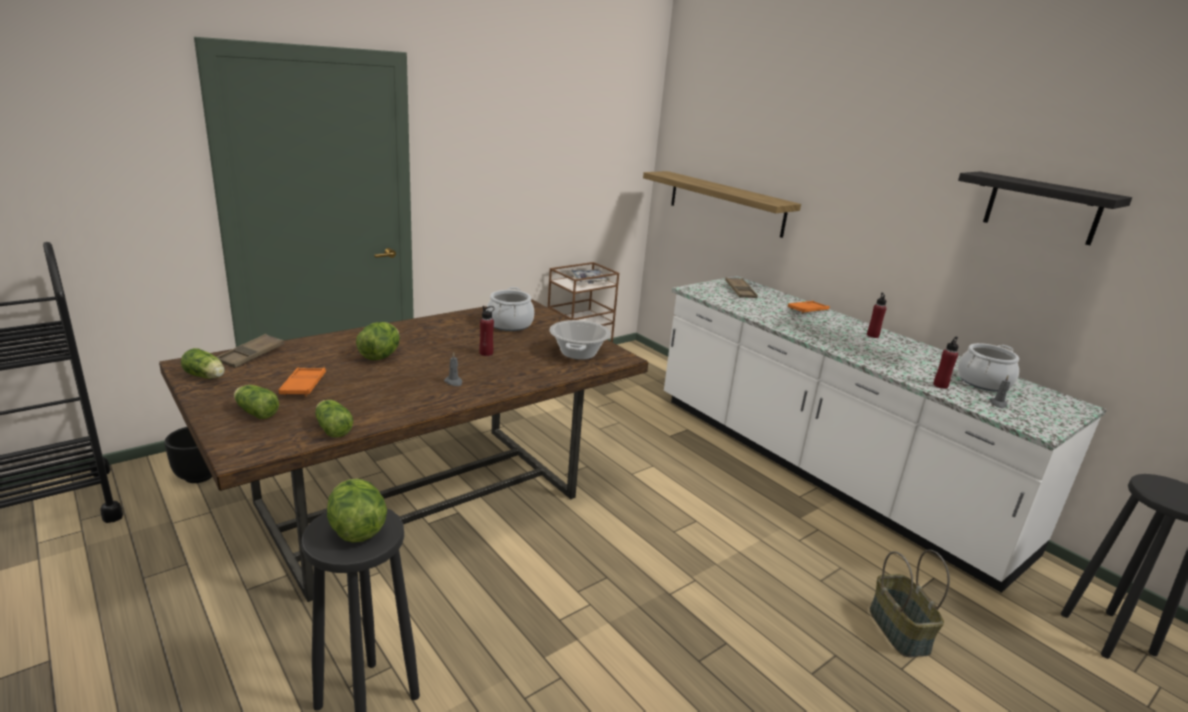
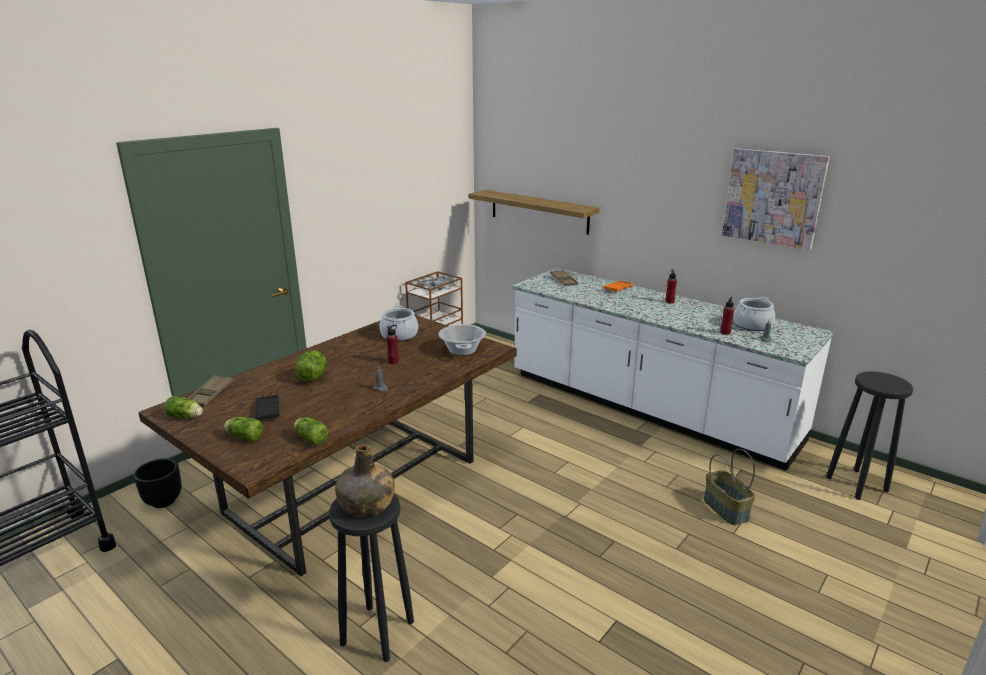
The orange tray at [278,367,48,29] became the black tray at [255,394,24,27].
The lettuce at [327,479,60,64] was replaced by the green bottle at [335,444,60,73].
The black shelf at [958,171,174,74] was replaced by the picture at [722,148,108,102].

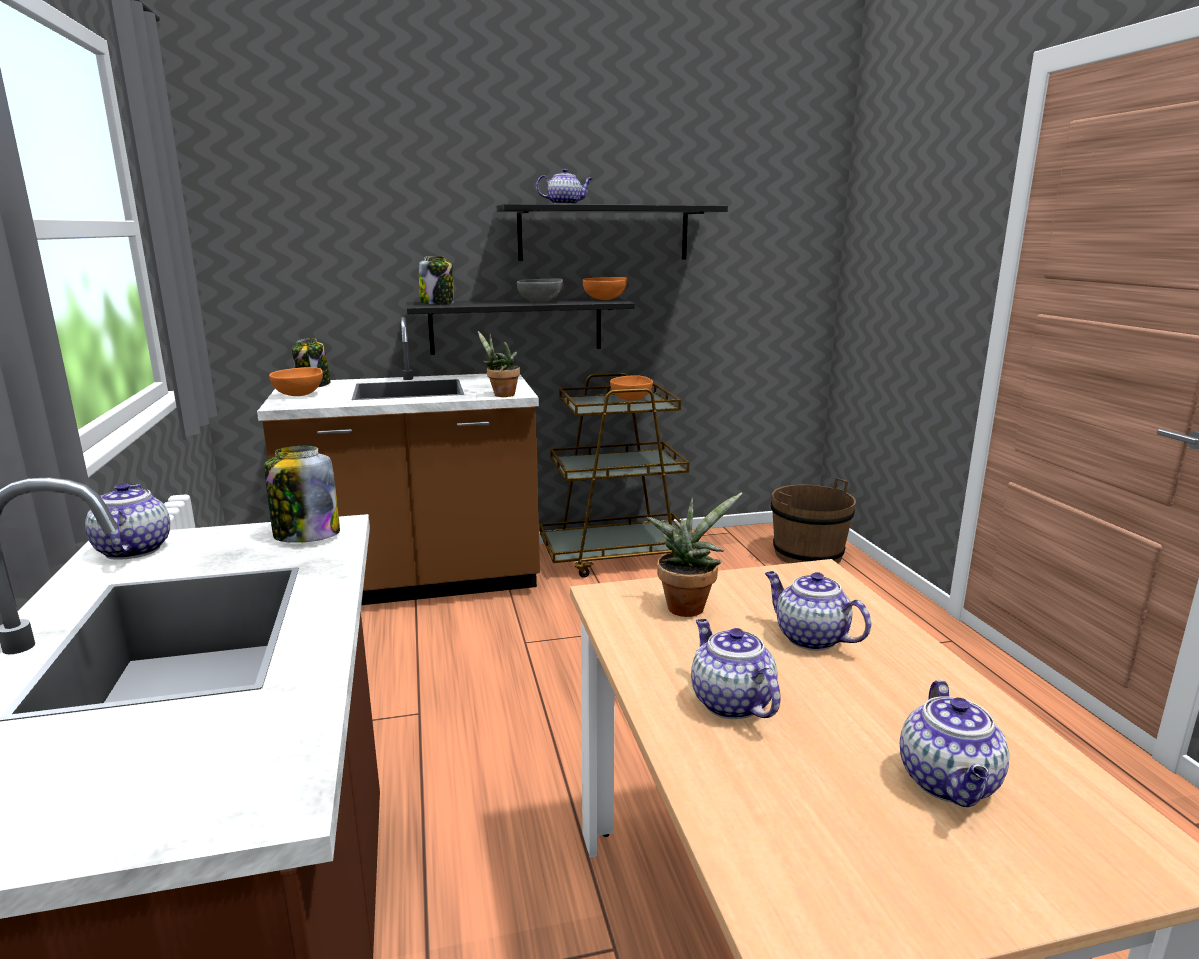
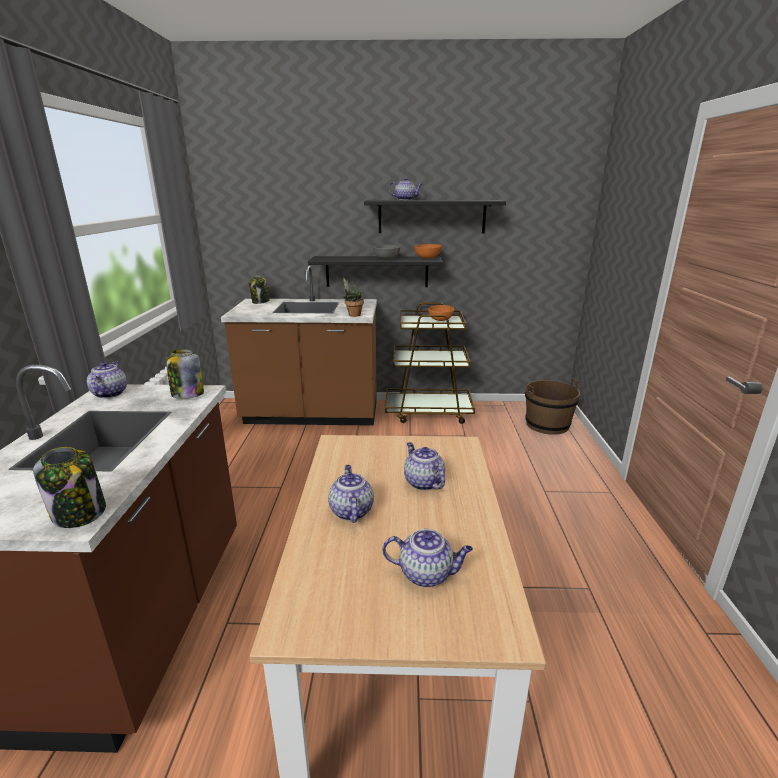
The jar moved from [419,256,35,49] to [33,447,73,81].
The teapot at [900,680,109,127] turned 105 degrees counterclockwise.
The orange bowl at [269,367,54,29] disappeared.
The potted plant at [647,493,96,124] disappeared.

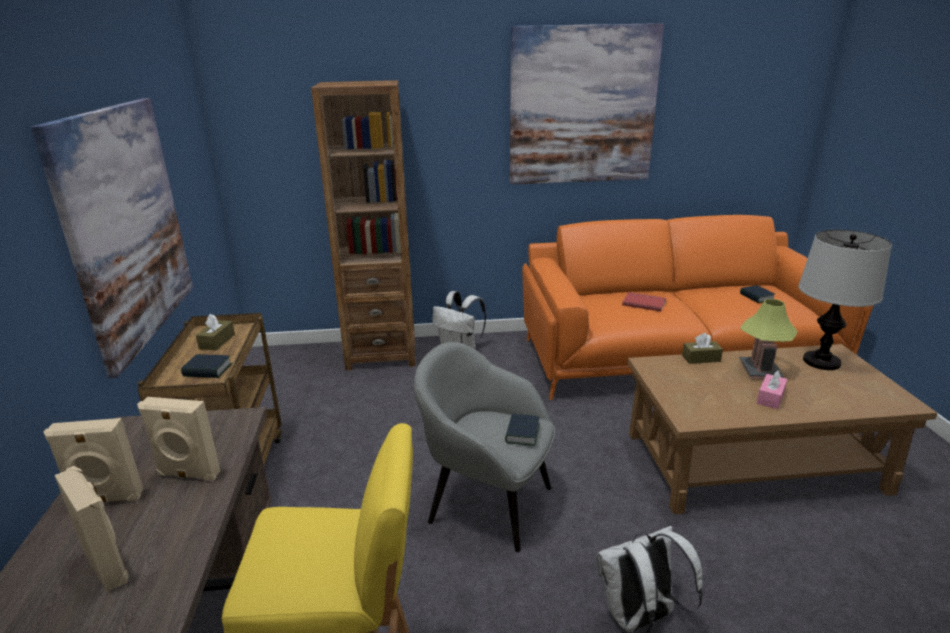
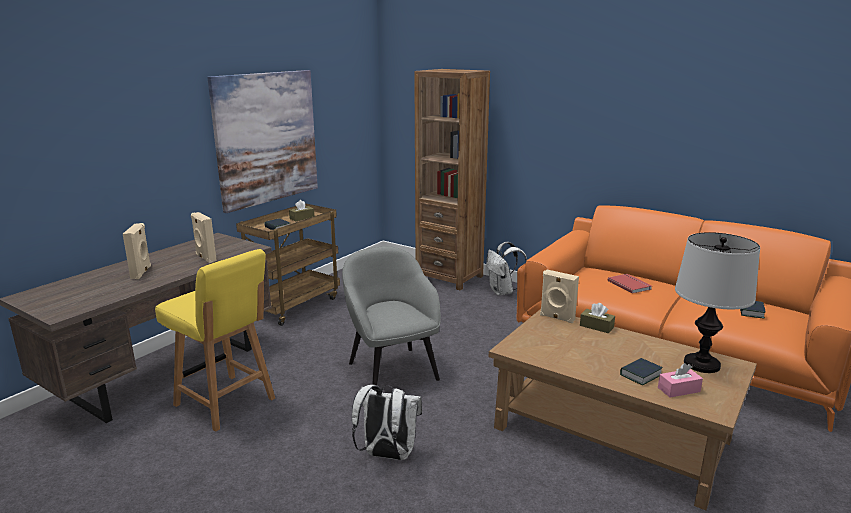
The beige speaker moved from [43,418,100,84] to [540,270,39,53].
The book moved from [505,414,35,32] to [620,358,43,27].
The pink tissue box moved from [757,370,30,39] to [658,363,45,35].
The picture at [510,23,154,161] disappeared.
The table lamp at [739,299,58,80] disappeared.

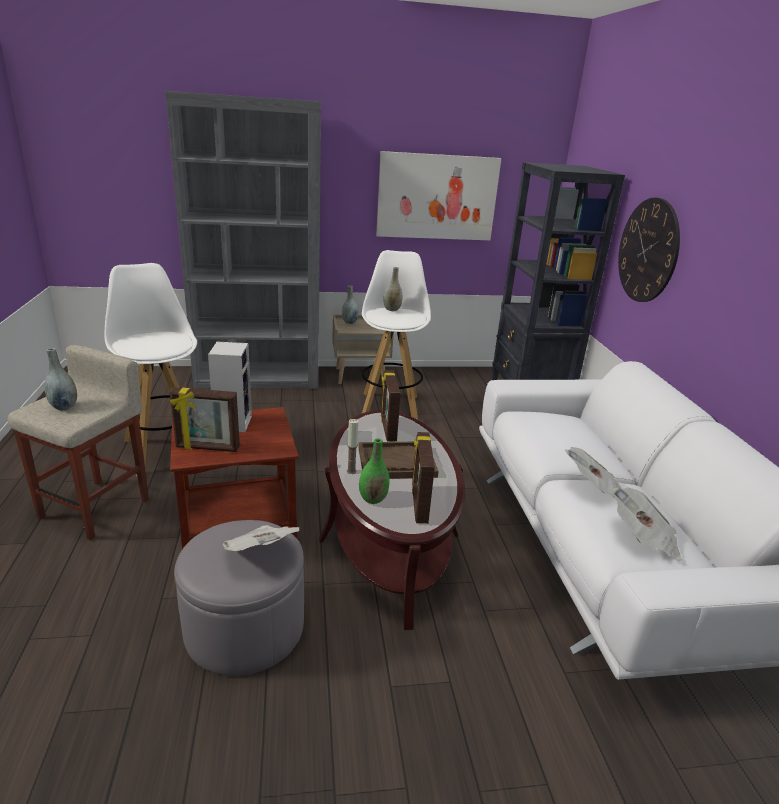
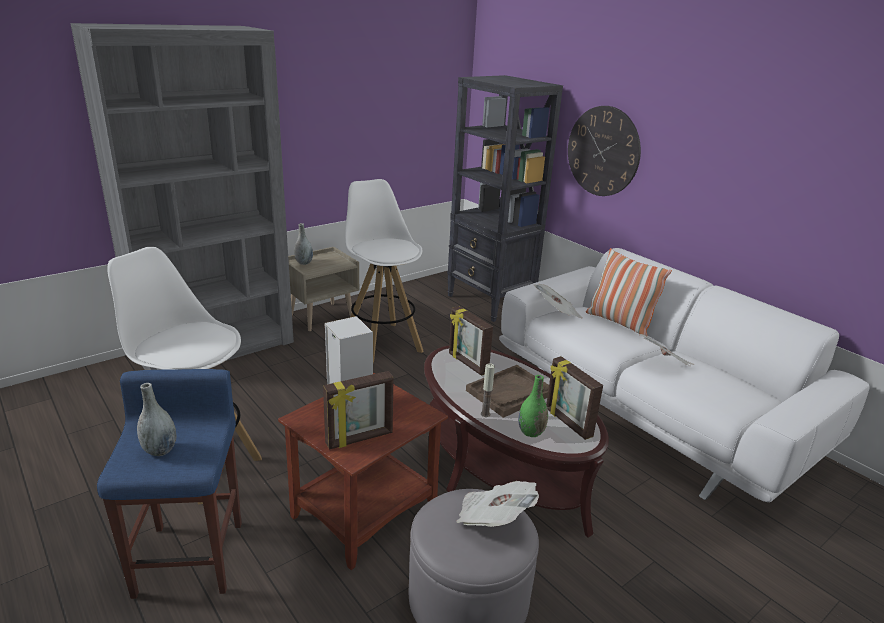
The beige stool at [8,345,141,196] became the blue stool at [97,369,145,230].
The newspaper moved from [613,487,69,74] to [534,284,49,34].
The pillow at [586,248,86,88] appeared.
The picture at [376,151,125,89] disappeared.
The grey vase at [383,267,20,44] disappeared.

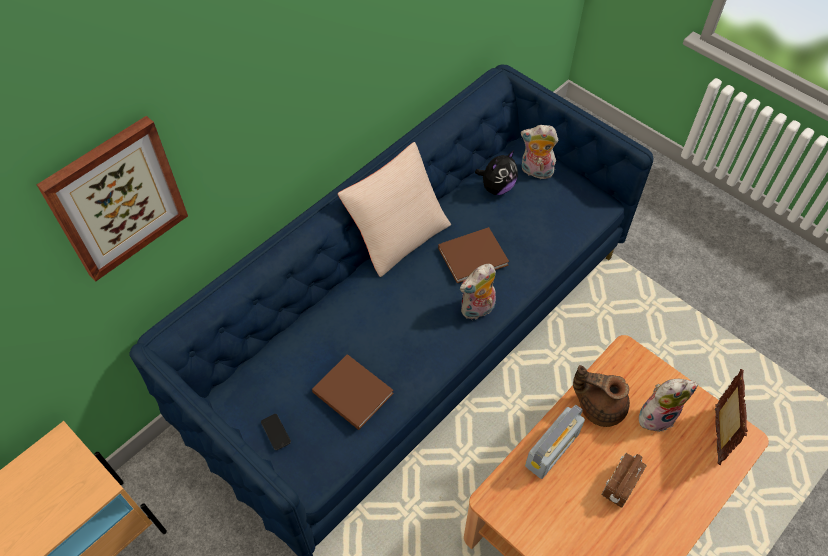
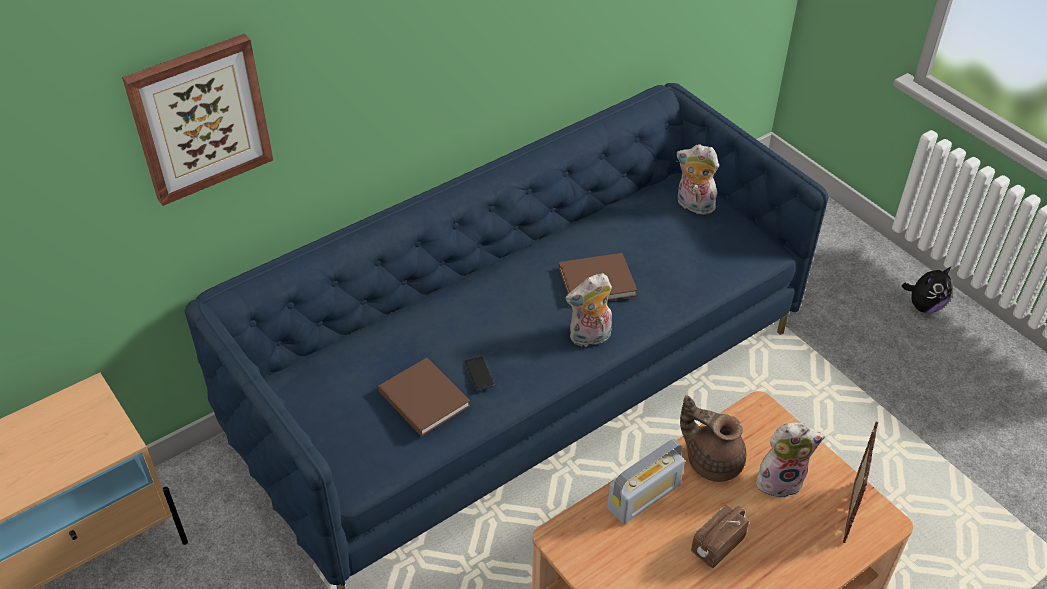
The phone moved from [261,414,30,36] to [464,356,31,34].
The plush toy moved from [475,150,43,45] to [902,266,50,47].
The beige pillow at [338,142,113,135] disappeared.

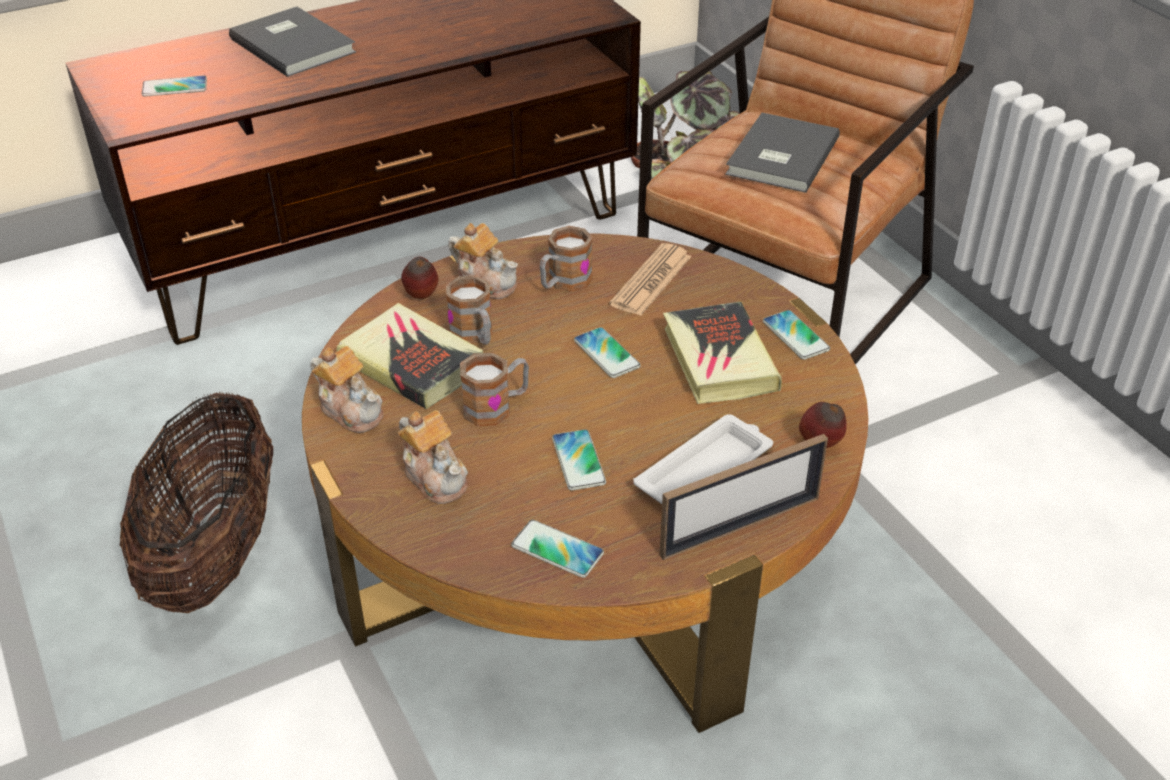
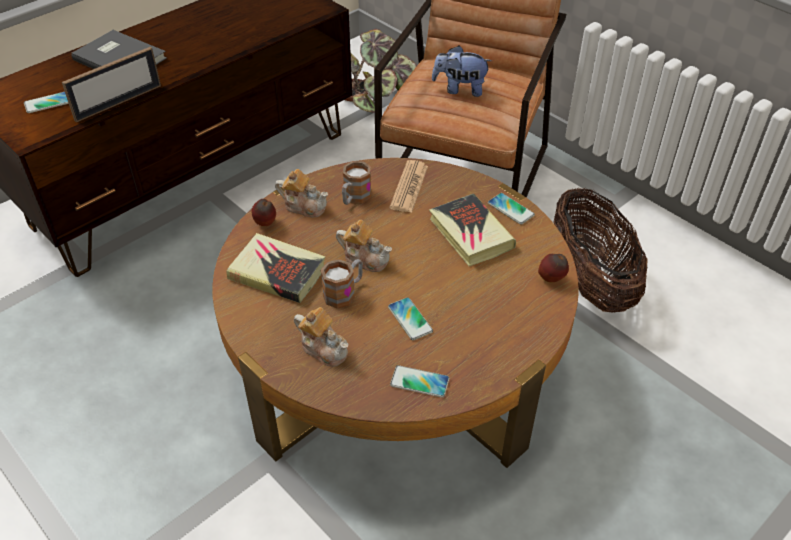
The picture frame moved from [659,434,169,126] to [62,47,99,75].
The teapot moved from [310,346,73,87] to [336,220,56,52].
The grey book at [725,113,115,80] was replaced by the plush toy at [432,45,60,52].
The basket moved from [120,392,153,221] to [553,187,95,125].
The mug at [446,276,46,69] disappeared.
The phone at [574,327,67,51] disappeared.
The white tray at [633,414,140,90] disappeared.

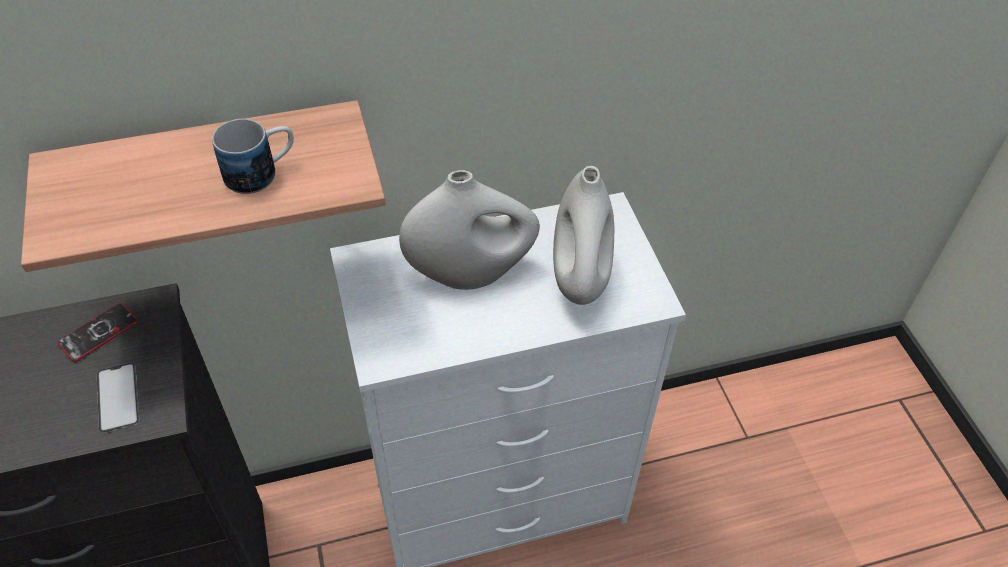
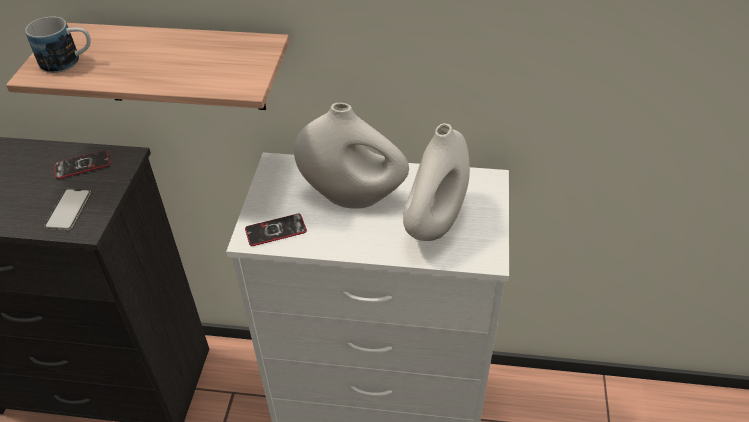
The mug moved from [212,119,82,75] to [25,17,66,56].
The phone at [245,214,62,32] appeared.

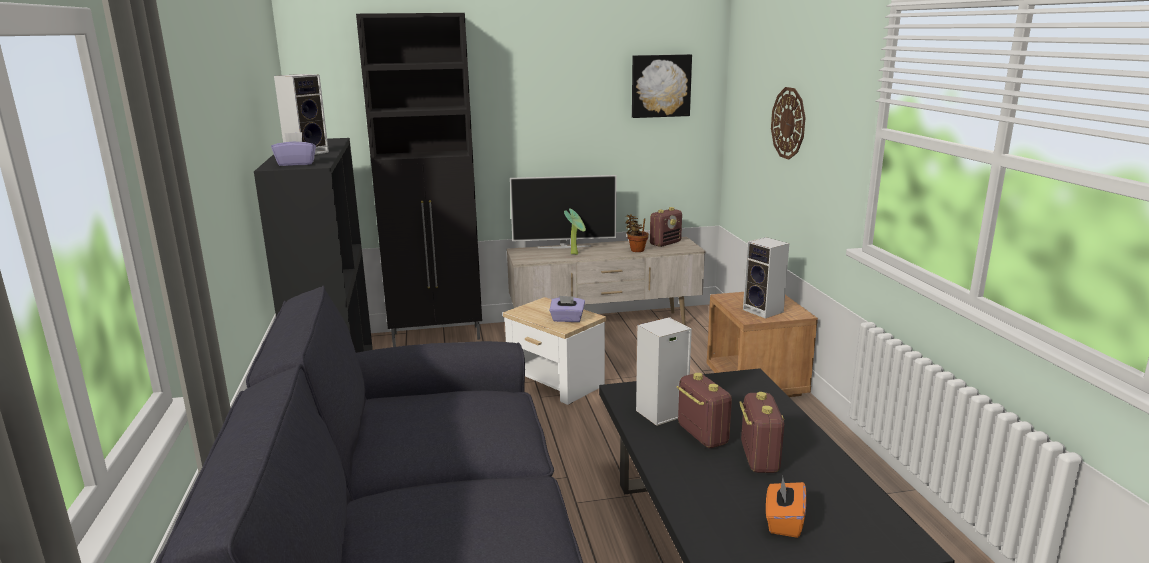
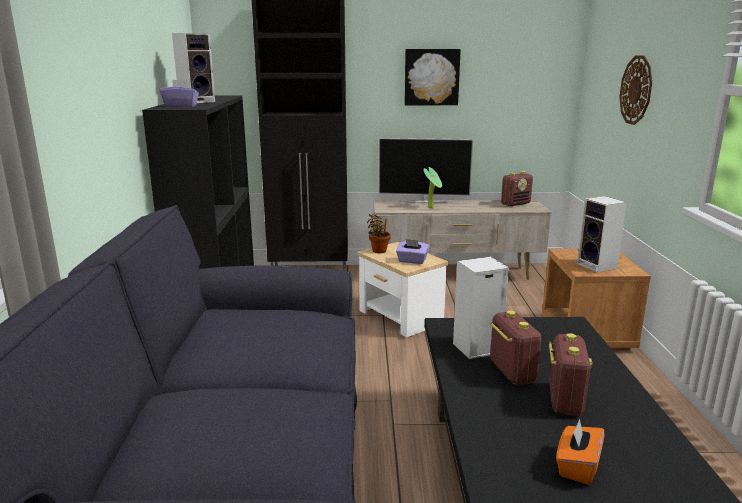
The potted plant moved from [626,214,23,38] to [367,214,24,39].
The picture moved from [632,54,60,64] to [404,49,57,56].

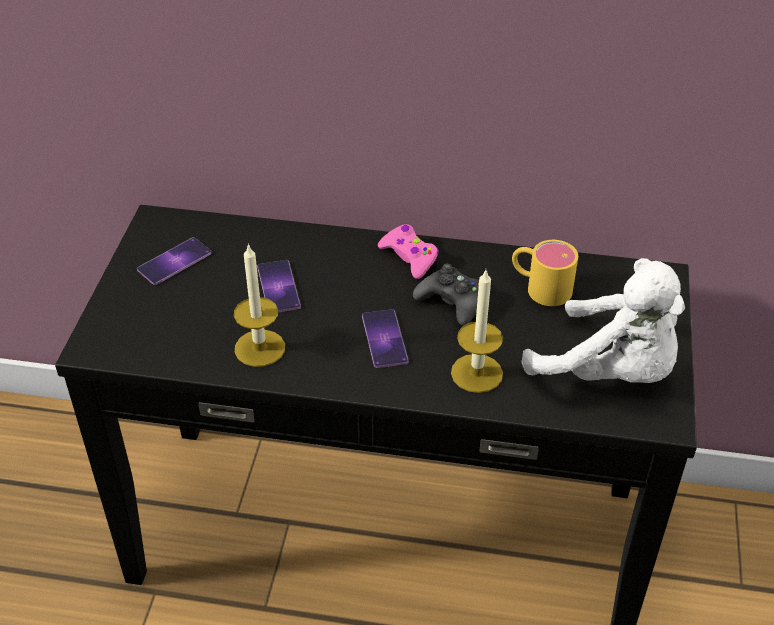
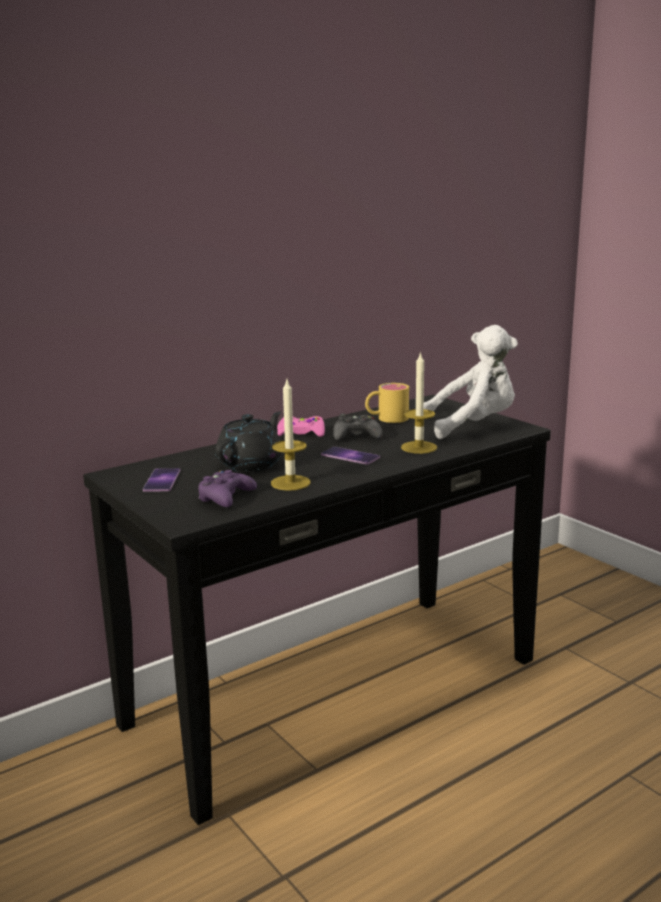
The purple game controller at [198,470,59,37] appeared.
The phone at [257,260,44,52] was replaced by the black teapot at [215,411,67,61].

